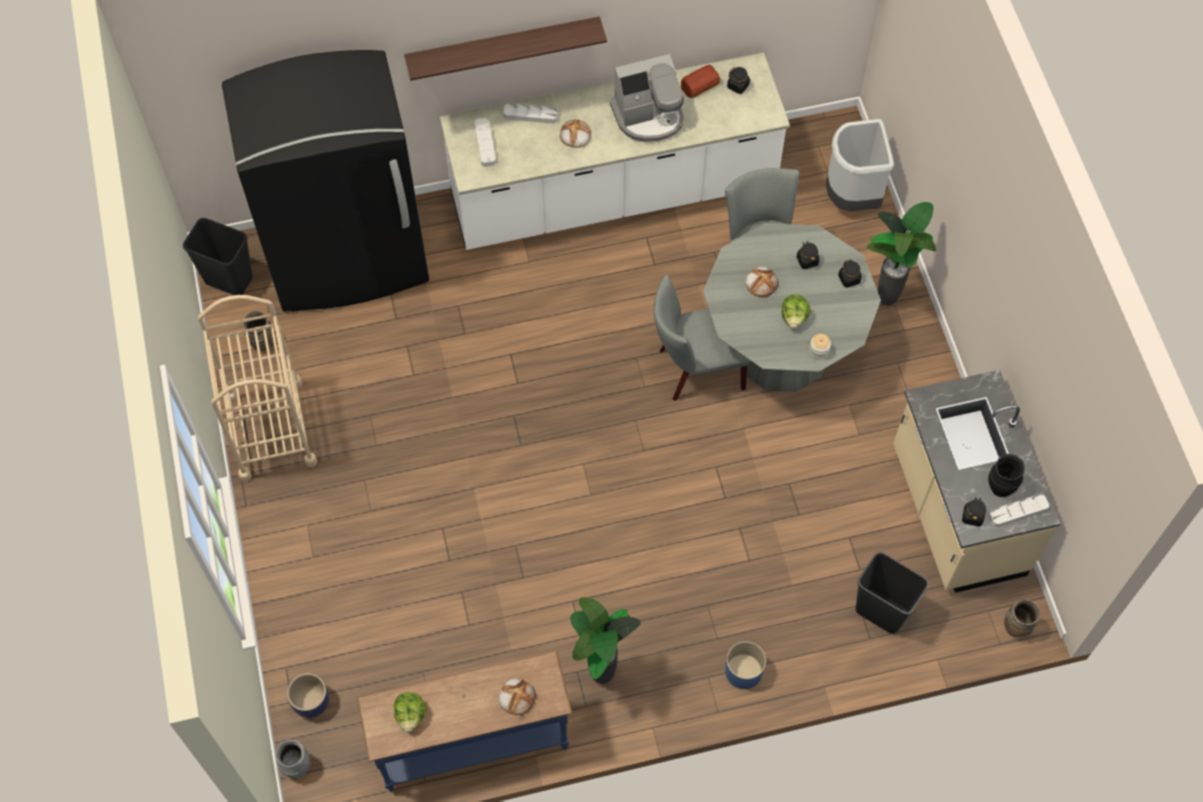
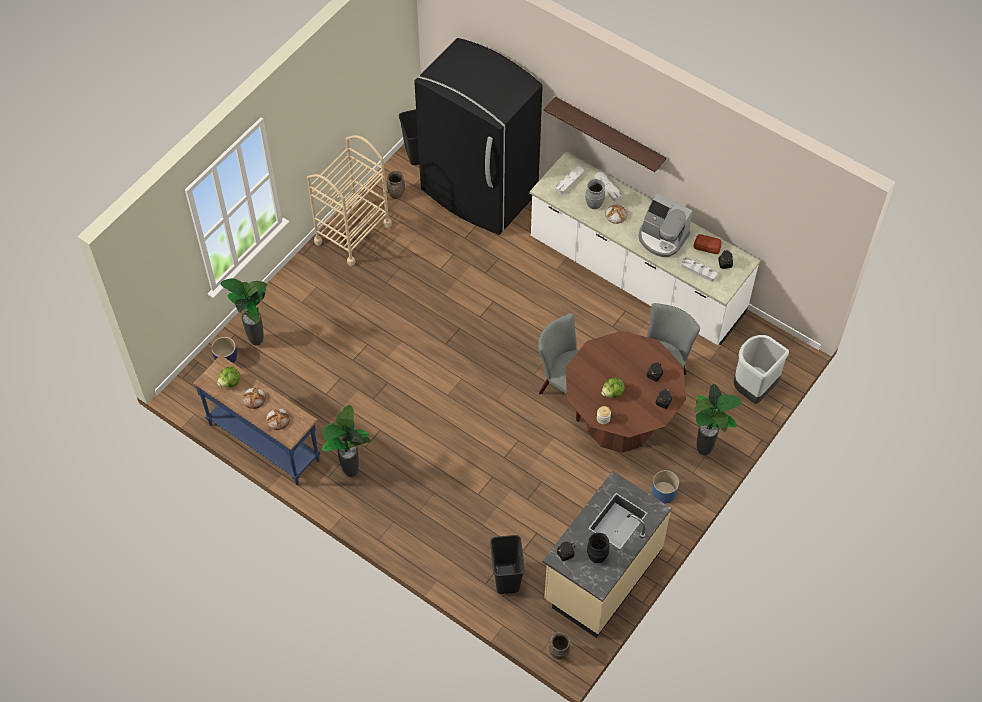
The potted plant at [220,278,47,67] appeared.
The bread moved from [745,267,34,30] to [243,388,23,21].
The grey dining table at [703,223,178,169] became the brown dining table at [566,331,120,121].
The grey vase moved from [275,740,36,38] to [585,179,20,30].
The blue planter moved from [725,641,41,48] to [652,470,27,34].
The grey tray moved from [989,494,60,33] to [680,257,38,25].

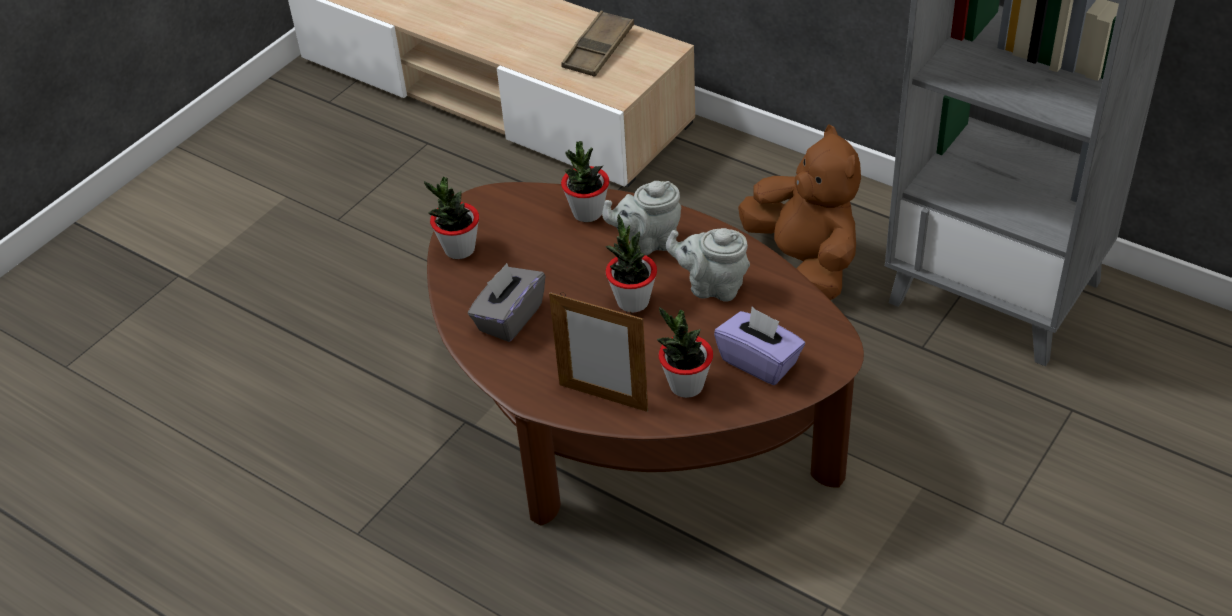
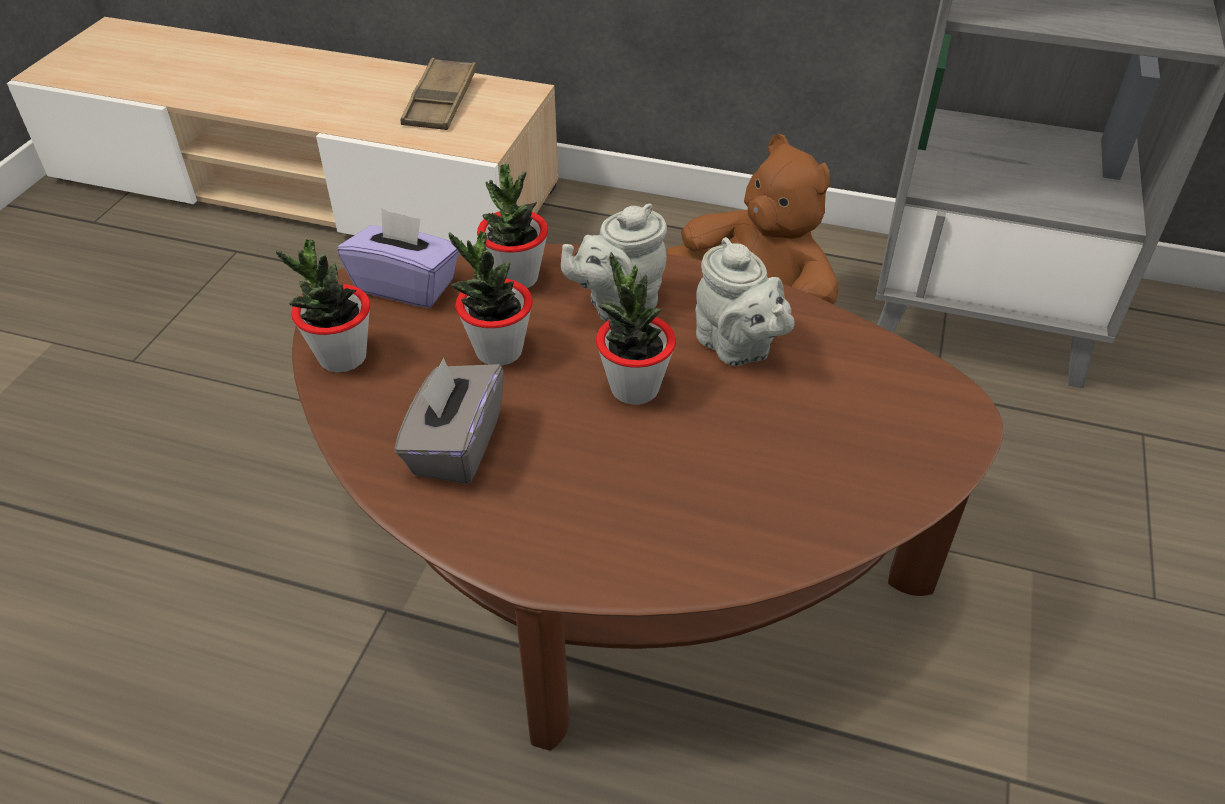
The purple tissue box moved from [714,307,91,78] to [338,208,121,100].
The potted plant moved from [657,307,56,91] to [448,231,85,135].
The grey teapot at [666,228,84,74] turned 120 degrees counterclockwise.
The picture frame at [549,292,99,120] disappeared.

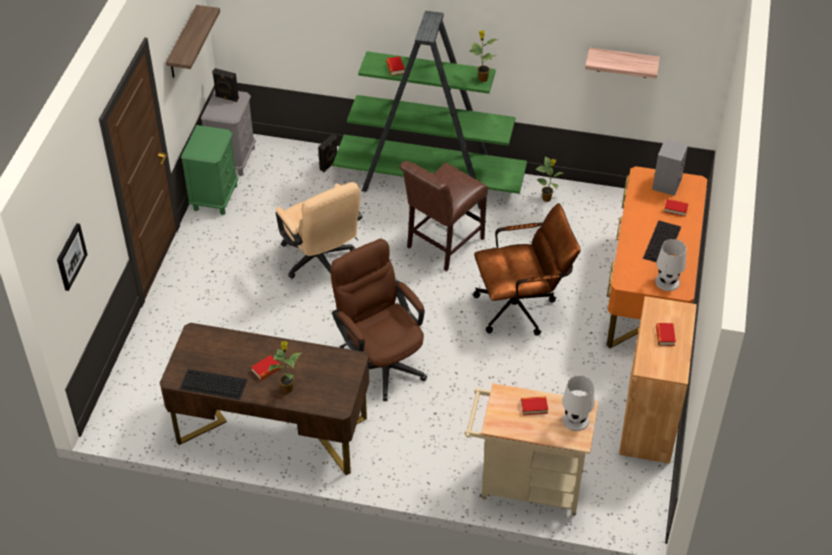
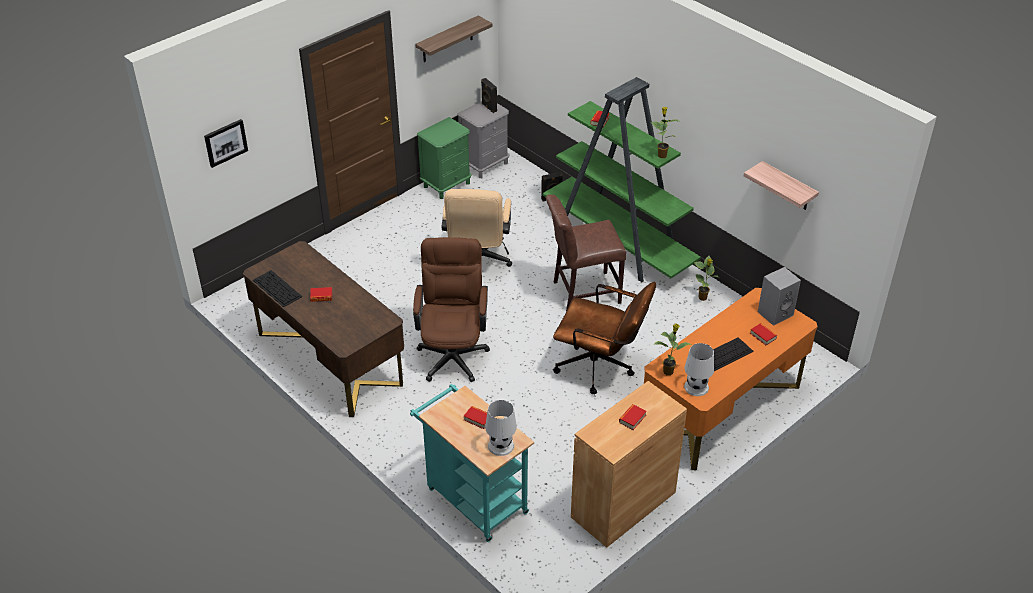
The beige cart at [464,383,135,133] became the turquoise cart at [410,384,124,158].
The potted plant moved from [268,341,34,52] to [654,324,38,51].

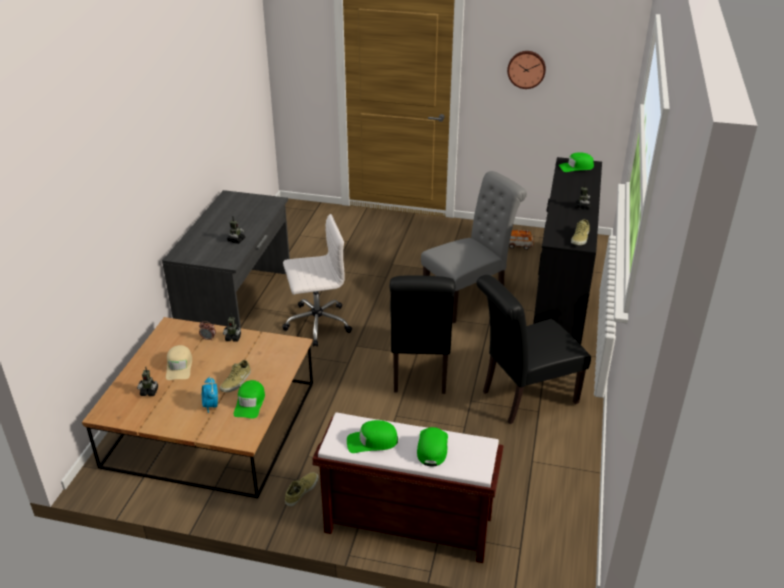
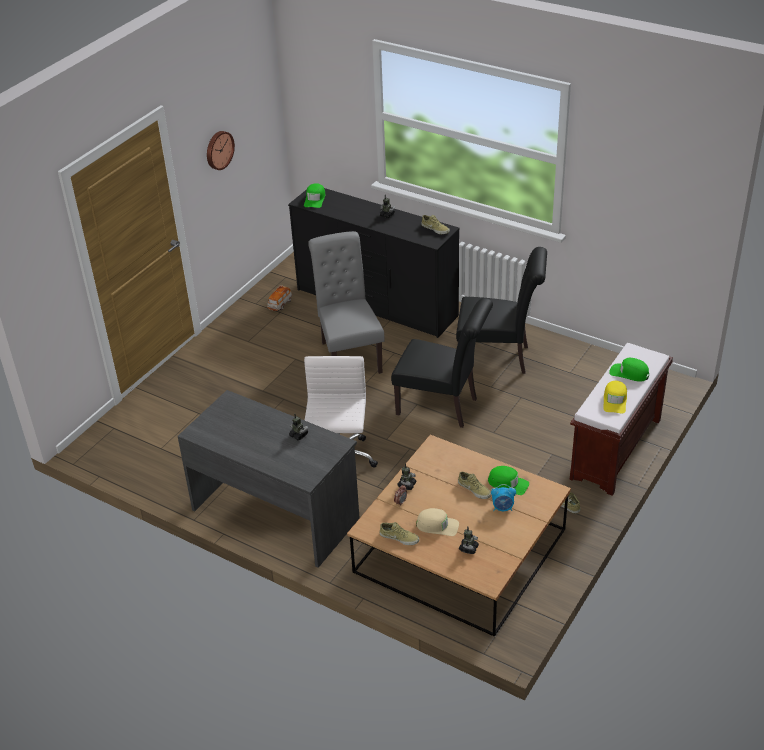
The beige shoe at [380,522,40,23] appeared.
The black chair at [476,275,115,149] turned 75 degrees counterclockwise.
The green cap at [347,420,51,33] became the yellow cap at [603,381,24,33].

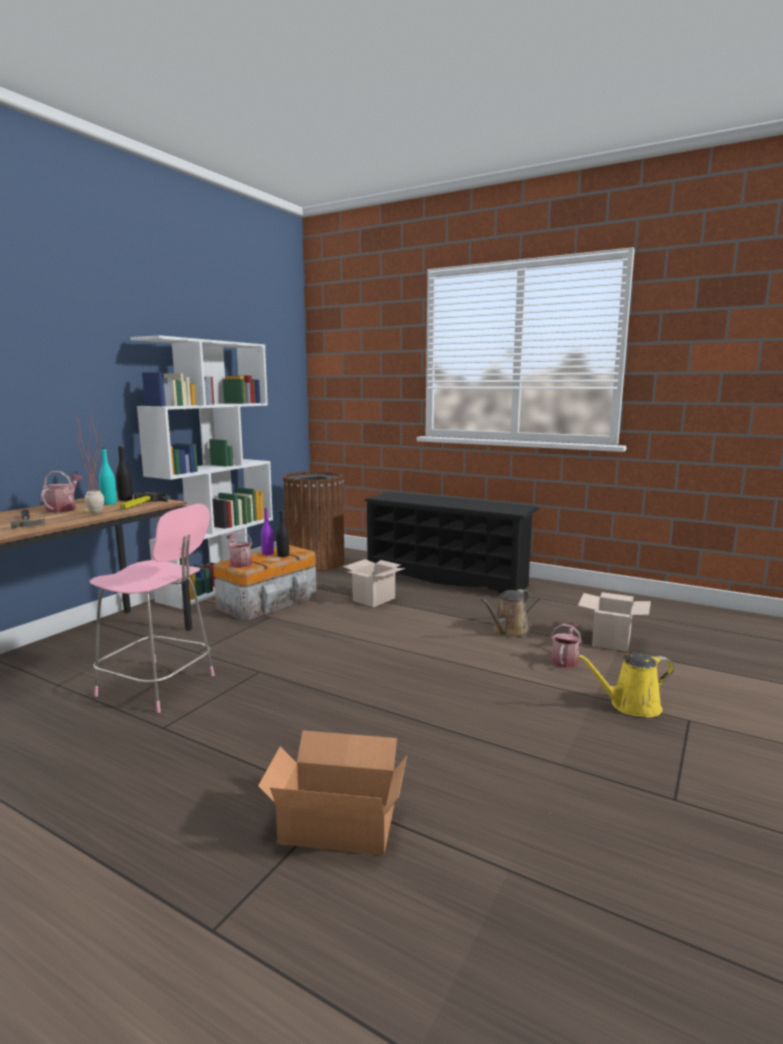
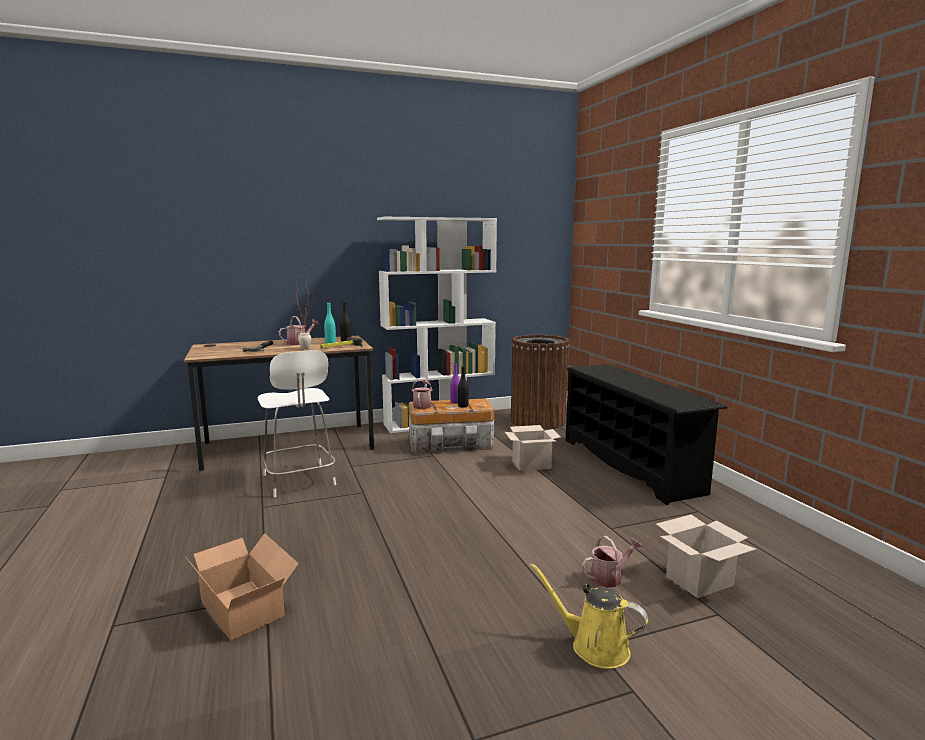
The pink chair at [89,504,125,209] became the white chair at [258,350,78,147].
The brown watering can at [481,589,48,48] disappeared.

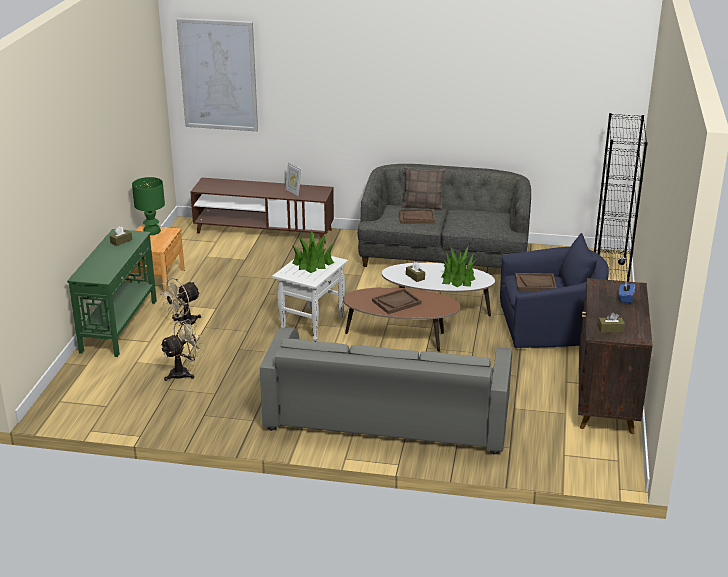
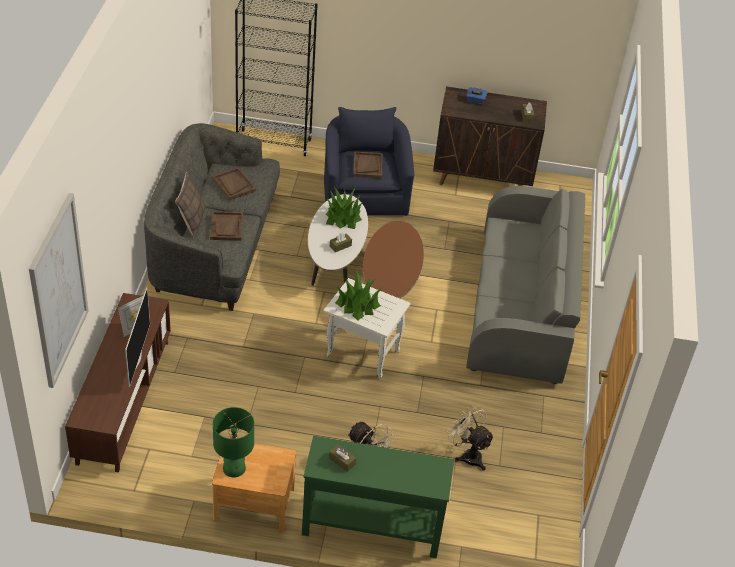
The television at [125,287,25,100] appeared.
The brown tray moved from [372,288,49,26] to [212,168,44,32].

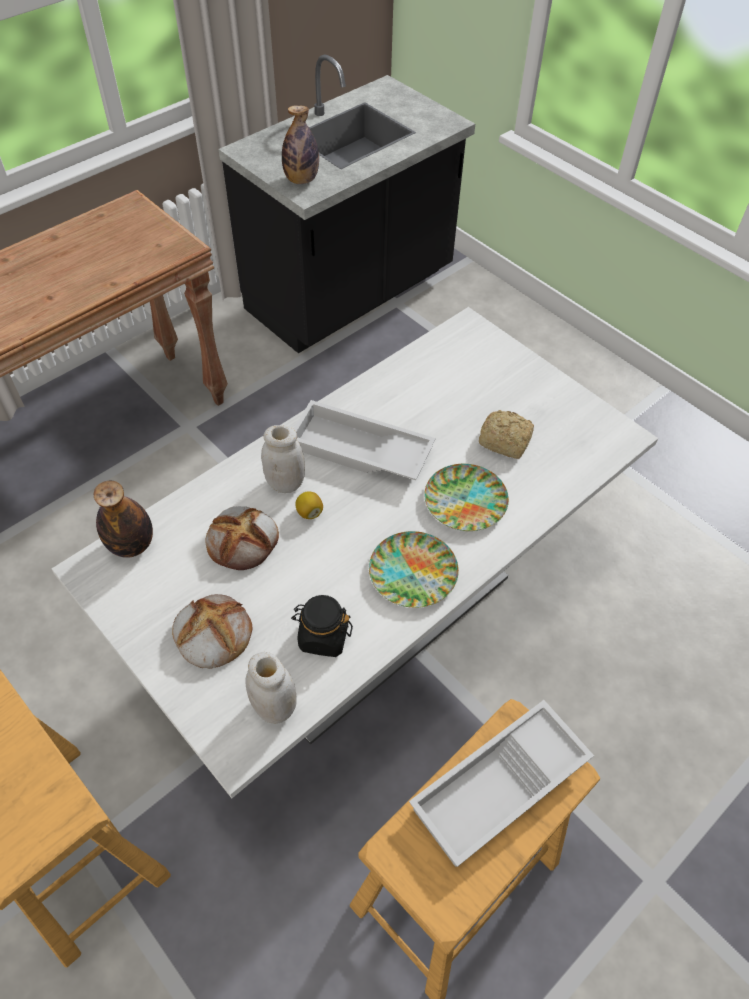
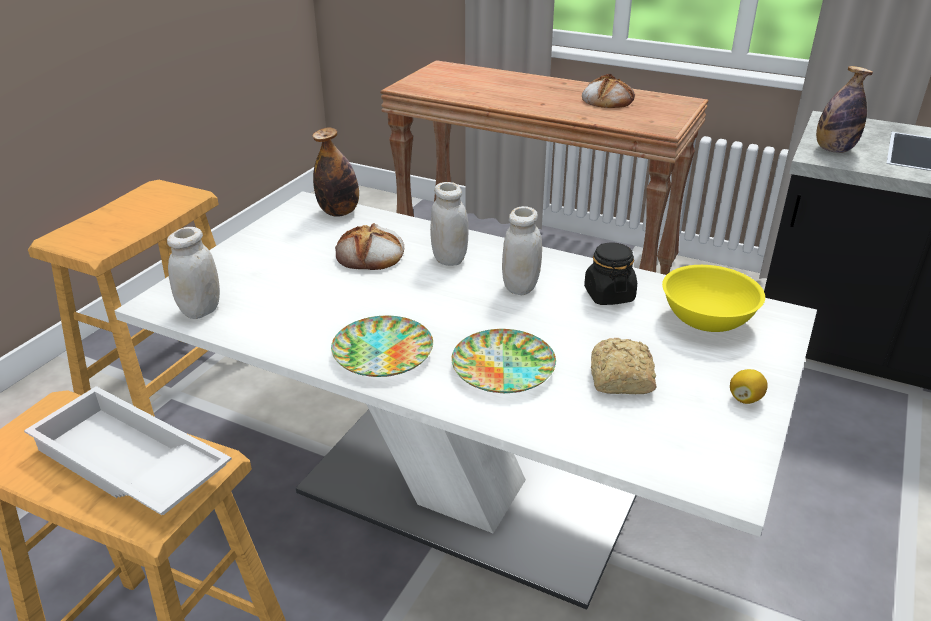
The white tray at [293,400,143,80] was replaced by the white jar at [502,206,40,89].
The bread moved from [172,594,80,74] to [582,73,53,35].
The black jar moved from [291,595,62,62] to [584,242,53,63].
The yellow bowl at [662,265,103,67] appeared.
The lemon moved from [295,491,28,28] to [730,369,38,35].

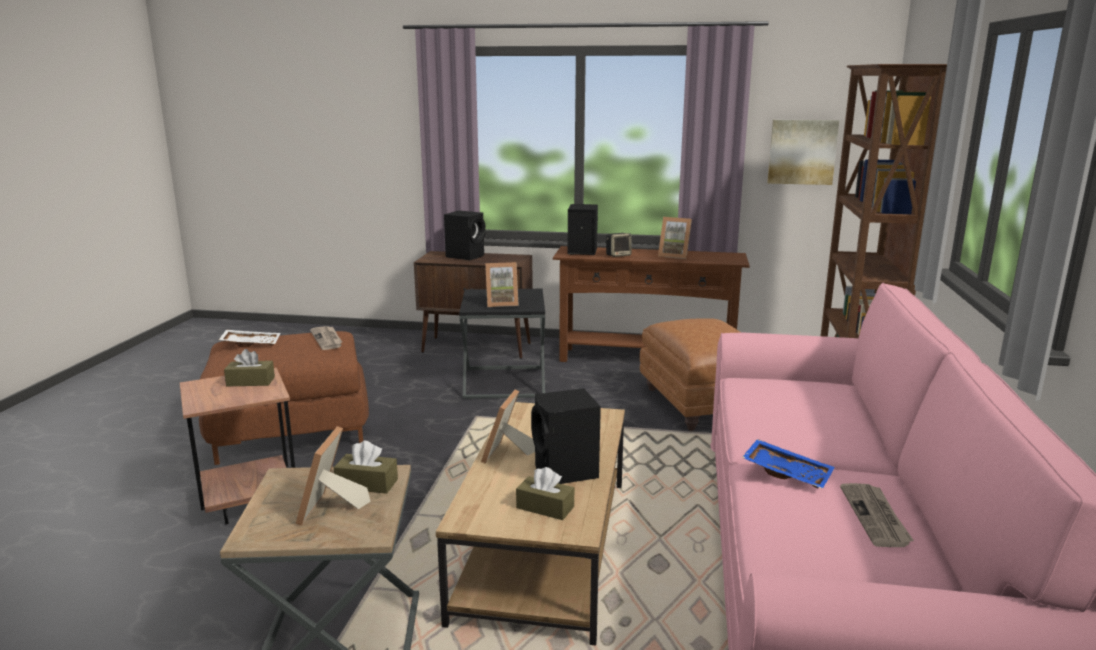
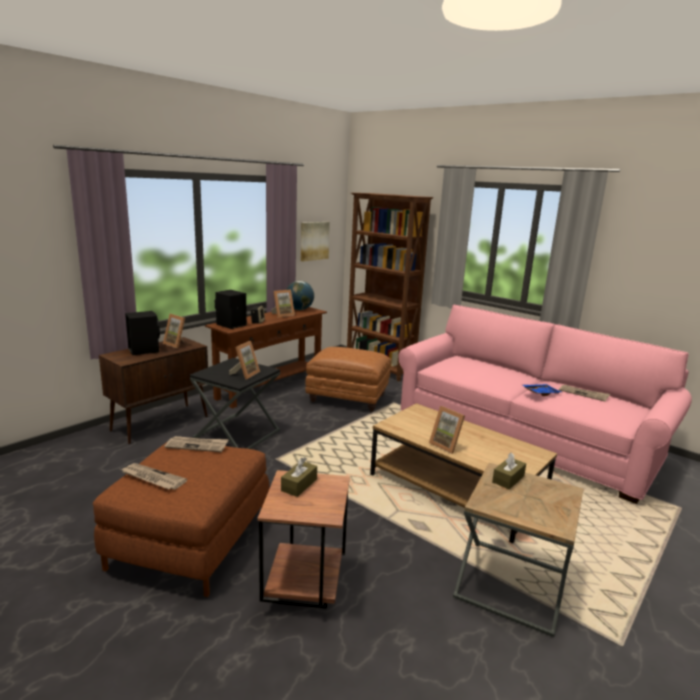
The white tray at [219,329,61,18] was replaced by the newspaper at [121,463,66,27].
The picture frame moved from [295,426,76,100] to [163,314,22,35].
The globe at [286,281,28,29] appeared.
The brown tissue box at [516,467,58,53] disappeared.
The black speaker at [531,388,70,96] disappeared.

